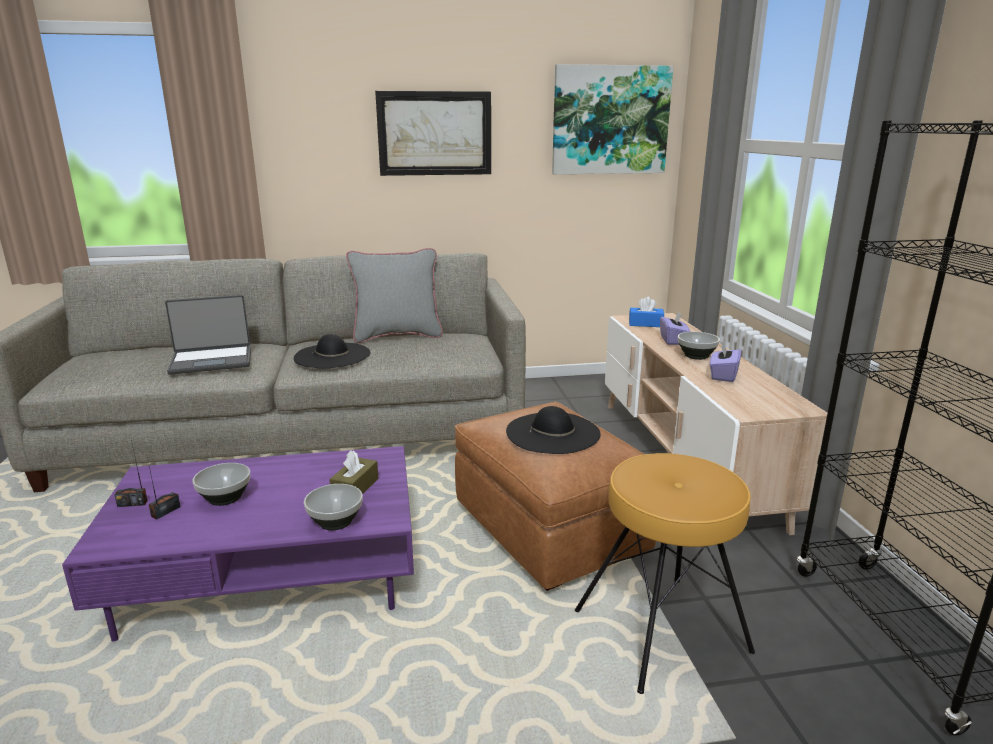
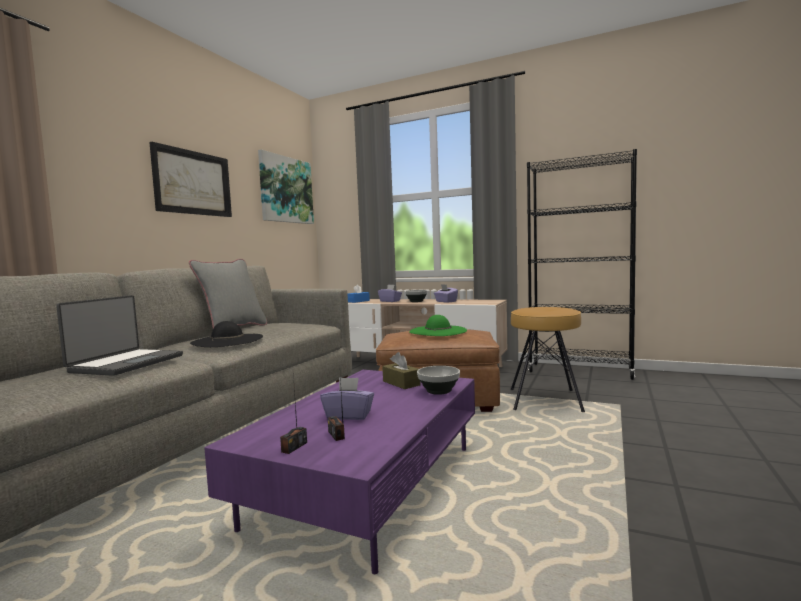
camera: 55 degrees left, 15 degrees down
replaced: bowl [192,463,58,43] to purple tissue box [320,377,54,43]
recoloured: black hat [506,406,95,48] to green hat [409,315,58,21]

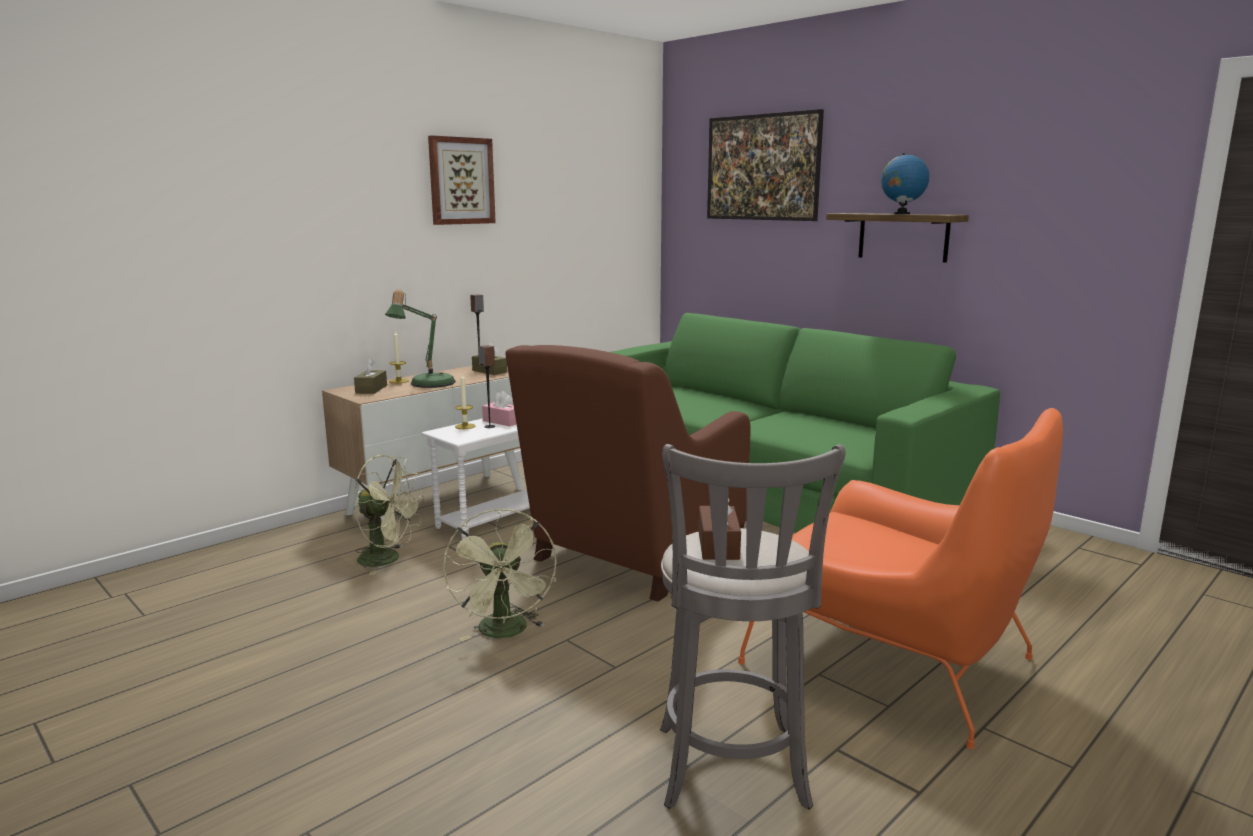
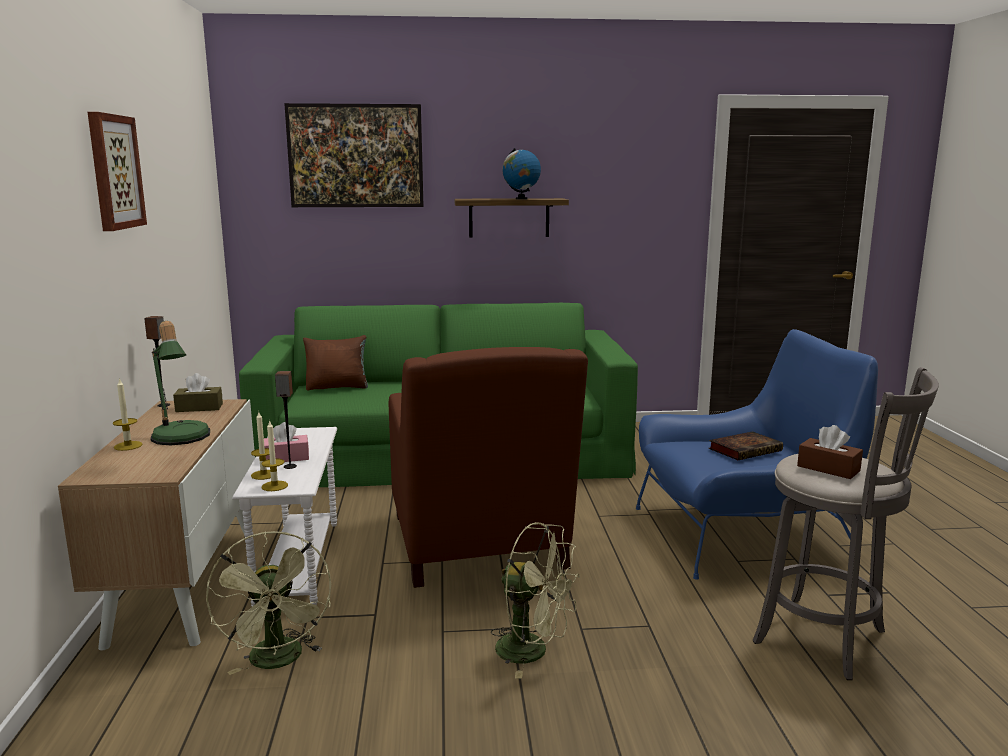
camera: 50 degrees left, 0 degrees up
removed: brown tissue box [354,358,33,36]
added: candle [262,420,26,71]; brown pillow [303,335,65,55]; book [709,431,74,29]
recoloured: orange armchair [738,408,325,341] to blue armchair [636,329,242,251]
turned: green fan [354,455,71,120] = [206,531,125,144] 105 degrees clockwise

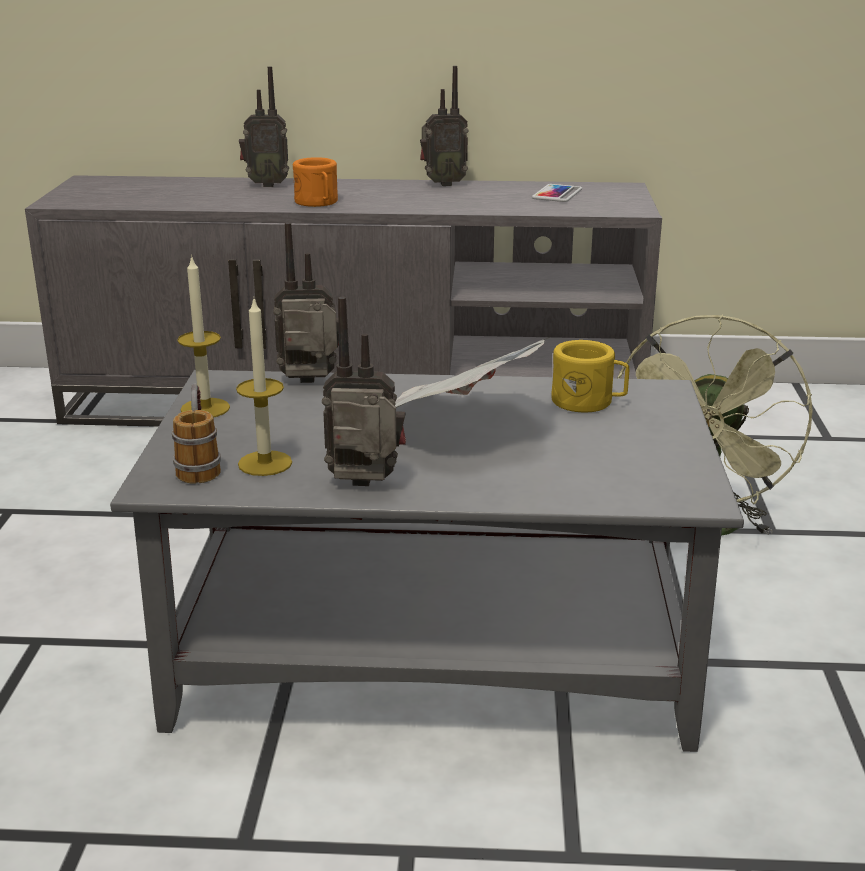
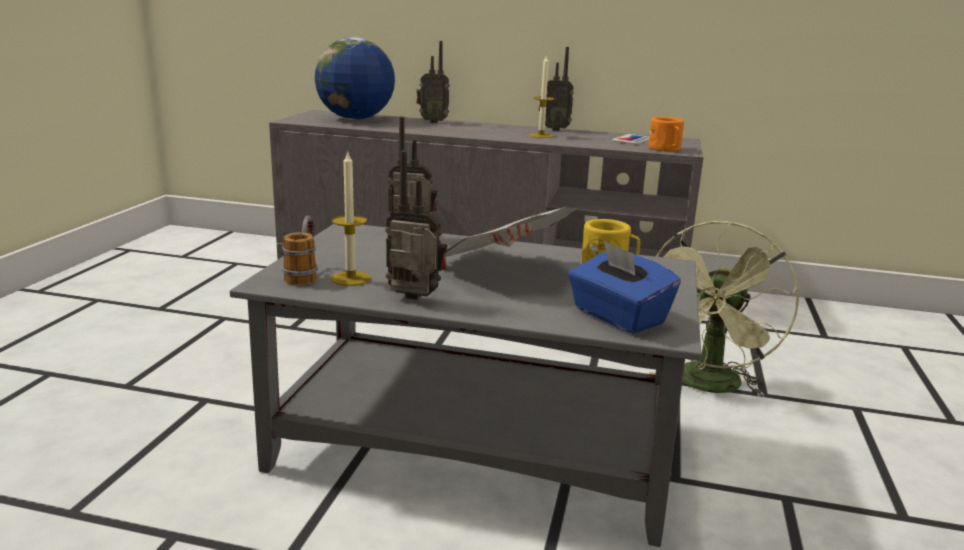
camera: 10 degrees right, 5 degrees down
added: globe [315,37,80,83]; blue tissue box [568,241,113,93]
moved: candle [177,255,53,163] to [529,54,25,84]; orange mug [293,157,45,50] to [648,117,36,34]

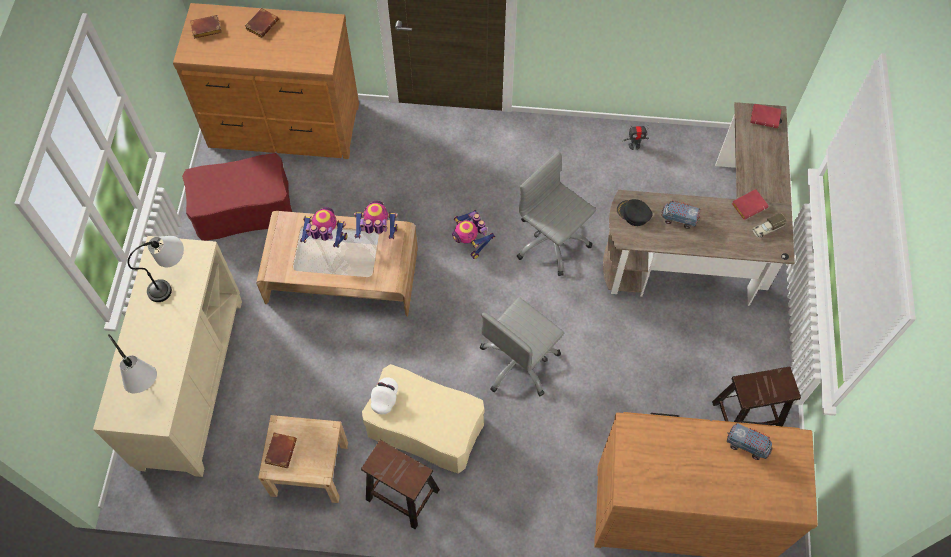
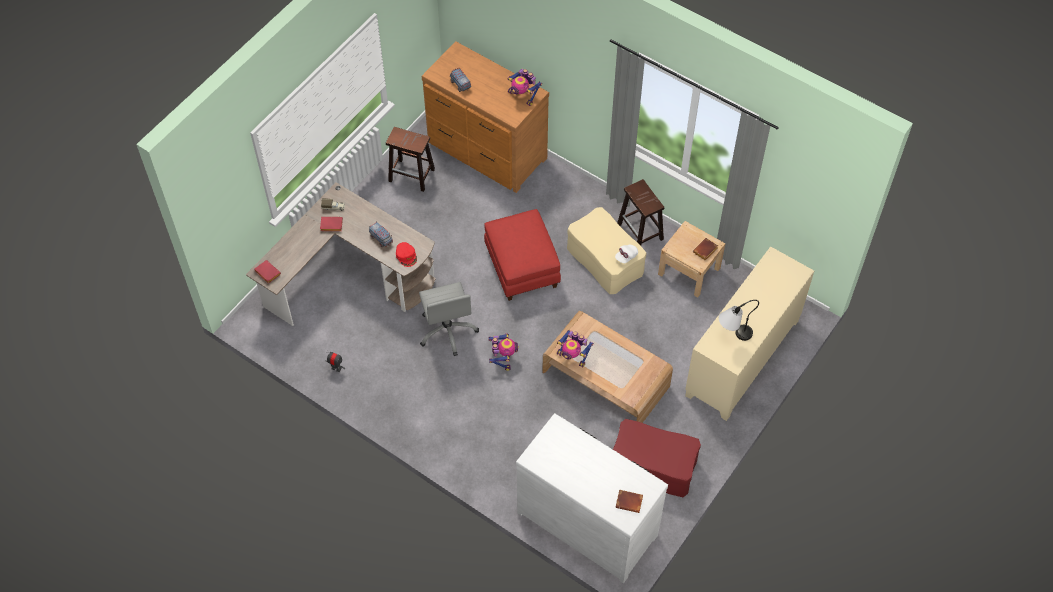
camera: 150 degrees left, 5 degrees down
removed: table lamp [108,334,49,59]; brown book [245,8,34,30]
moved: toy robot [300,207,48,41] to [508,69,34,37]
replaced: grey office chair [480,297,84,99] to red ottoman [484,209,77,92]
recoloured: brown dresser [173,3,186,156] to white dresser [516,413,152,170]; black cap [617,199,36,27] to red cap [396,242,21,25]

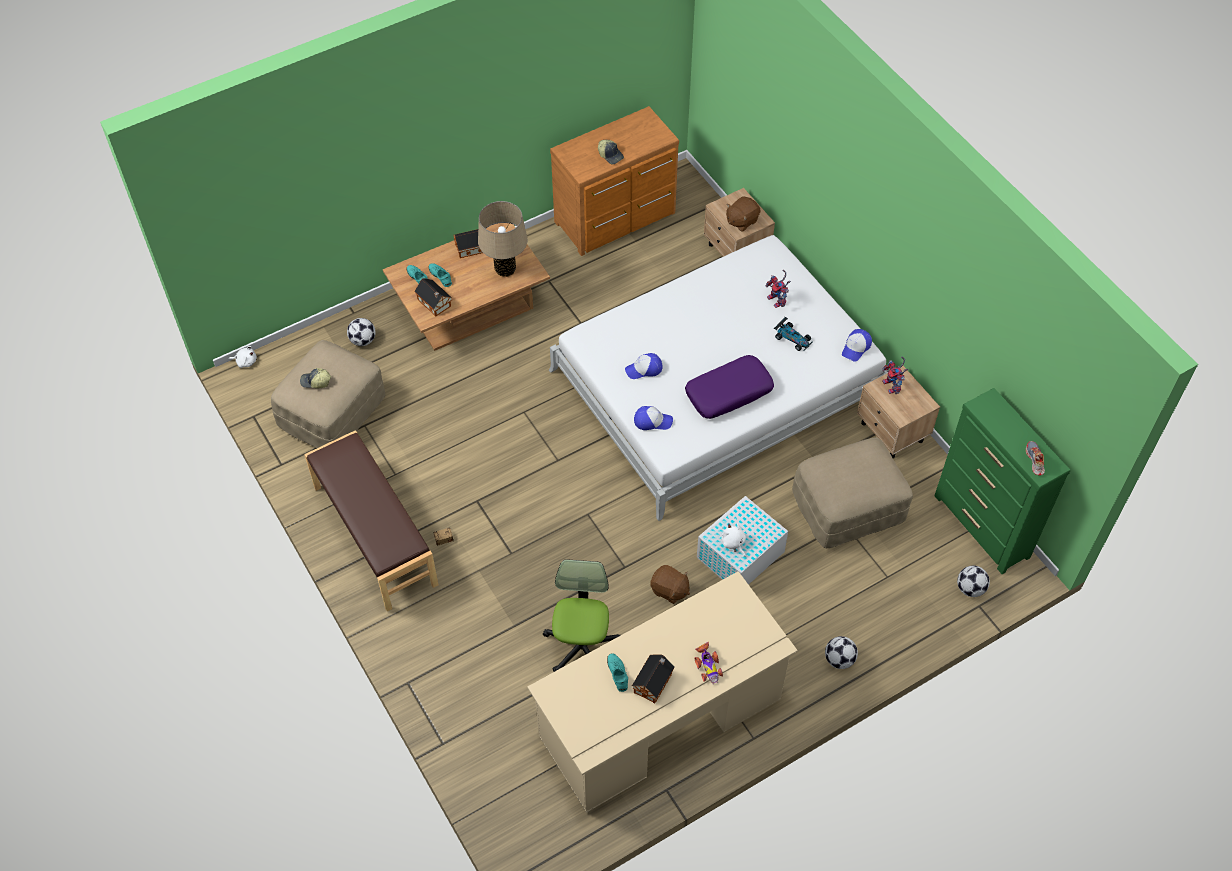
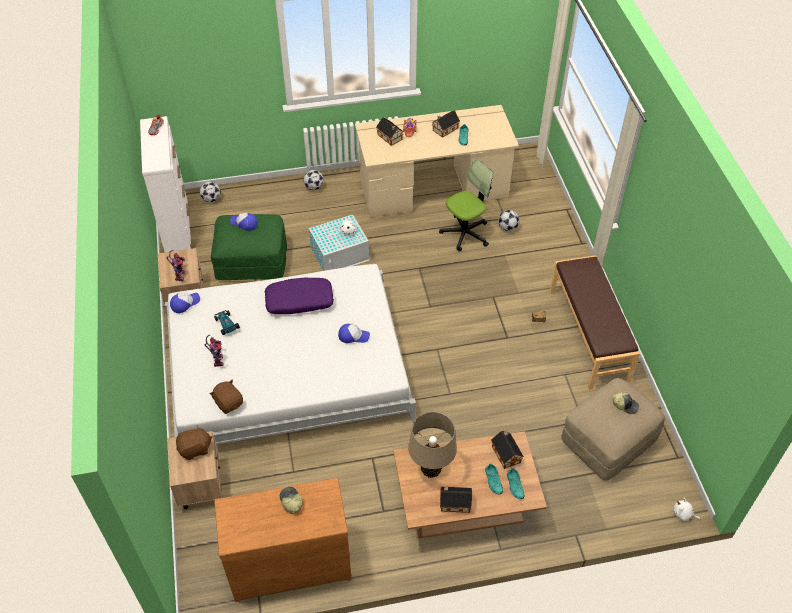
camera: 160 degrees left, 5 degrees down
added: toy house [376,117,28,29]
moved: football [347,318,29,28] to [498,210,21,21]; cap [634,406,39,24] to [230,213,28,18]; brown plush toy [650,565,40,39] to [210,379,33,35]
recoloured: beige ottoman [792,437,121,111] to green ottoman [211,214,76,66]; green dresser [934,388,136,187] to white dresser [140,116,51,136]
turned: office chair [543,559,78,113] = [439,159,54,93] 150 degrees counterclockwise

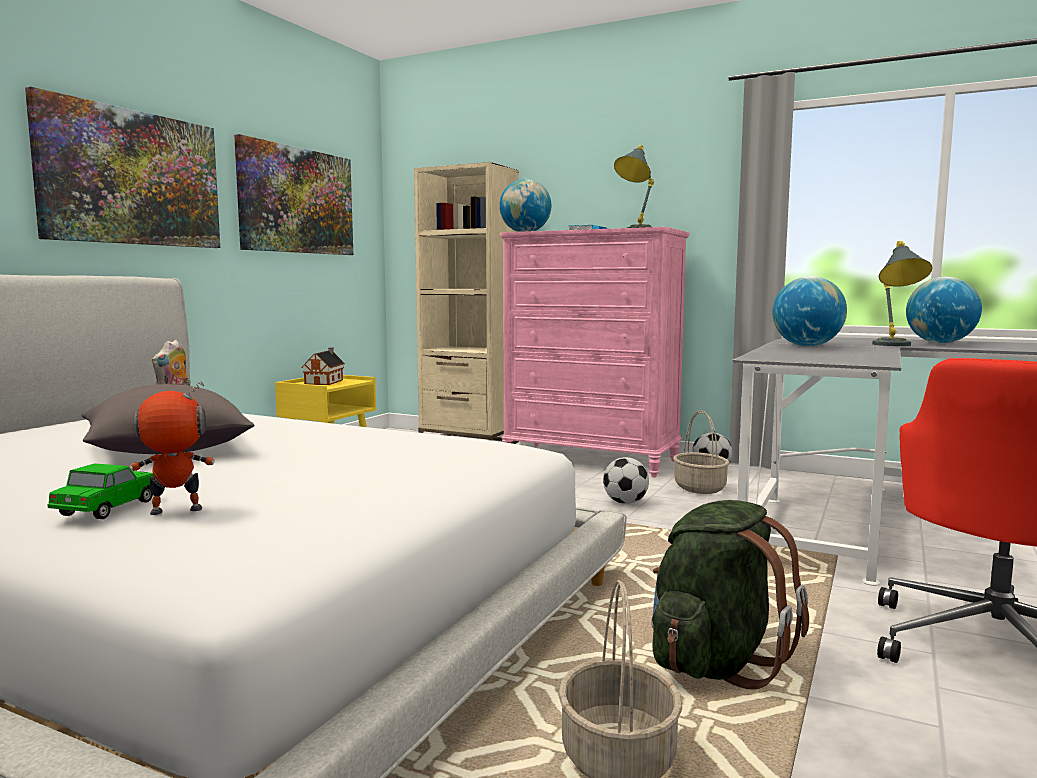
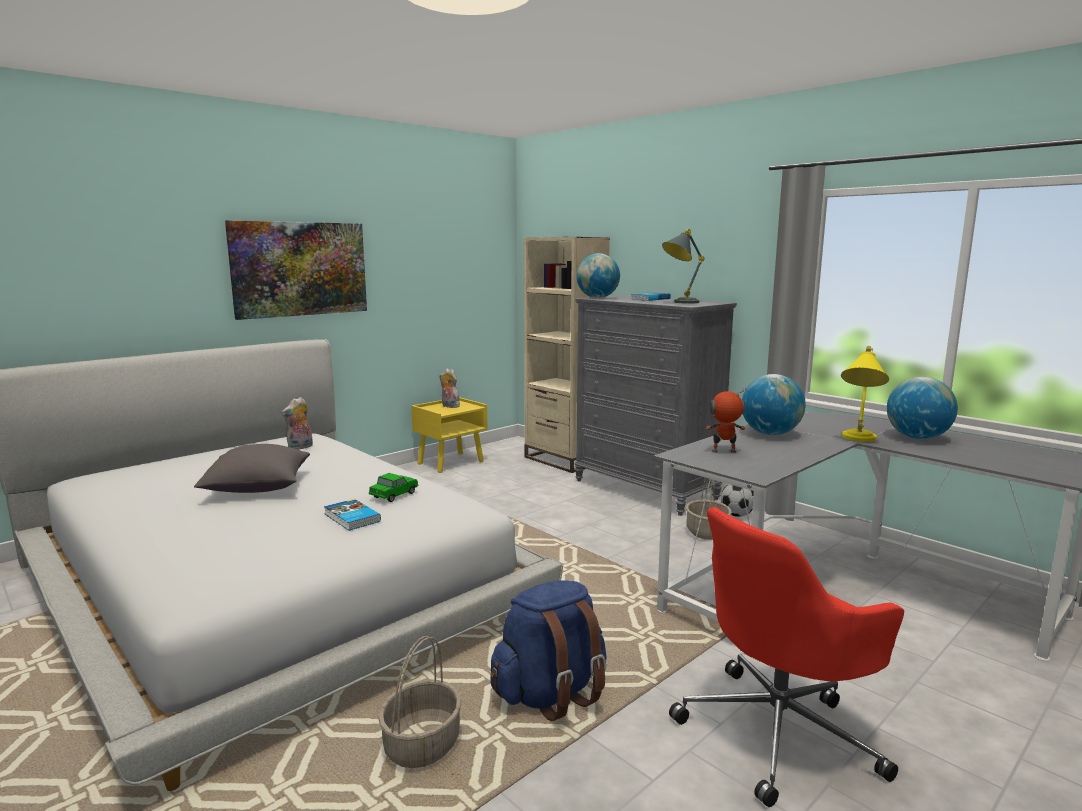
camera: 20 degrees right, 5 degrees up
removed: picture [234,134,119,121]; football [603,457,46,47]
added: book [324,499,57,32]
moved: toy car [48,463,107,56] to [369,473,49,29]; toy robot [129,381,86,134] to [706,388,40,65]
replaced: toy house [301,348,44,37] to plush toy [439,369,21,39]
recoloured: pink dresser [500,227,190,251] to grey dresser [574,295,163,221]; green backpack [651,500,158,190] to blue backpack [490,580,117,141]; grey table lamp [872,241,60,105] to yellow table lamp [841,346,48,96]

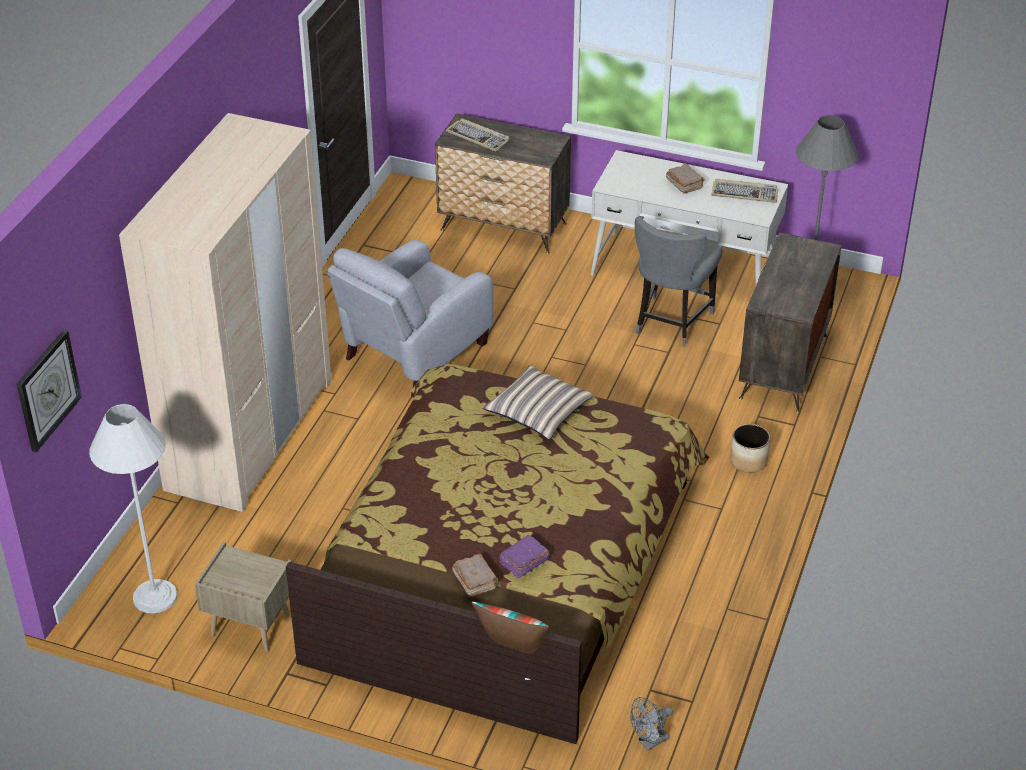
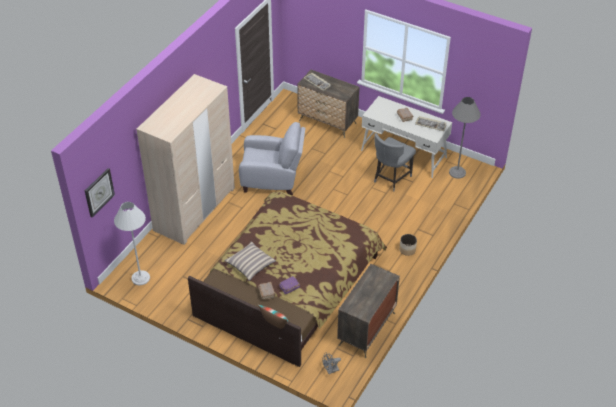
camera: 10 degrees right, 5 degrees up
removed: beige nightstand [195,542,96,110]
moved: pillow [482,365,112,75] to [224,241,52,40]; dresser [739,232,103,181] to [337,264,63,94]
turned: grey armchair [327,240,166,158] = [239,122,67,73] 135 degrees counterclockwise

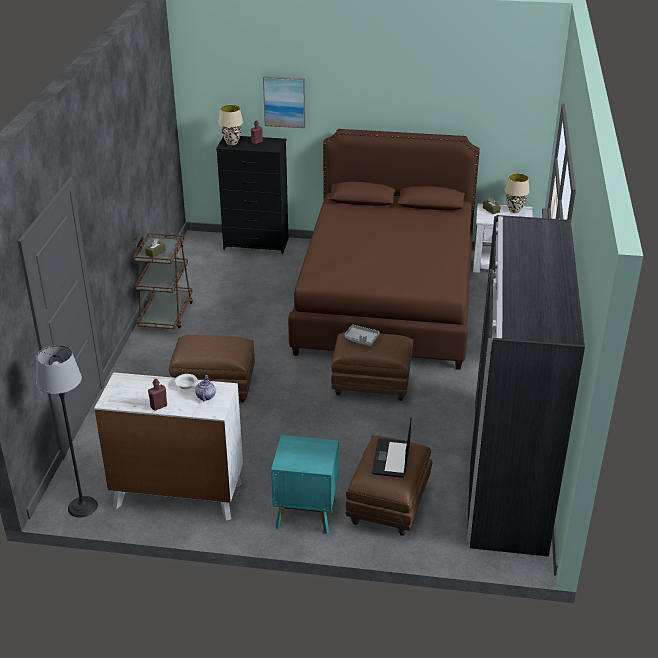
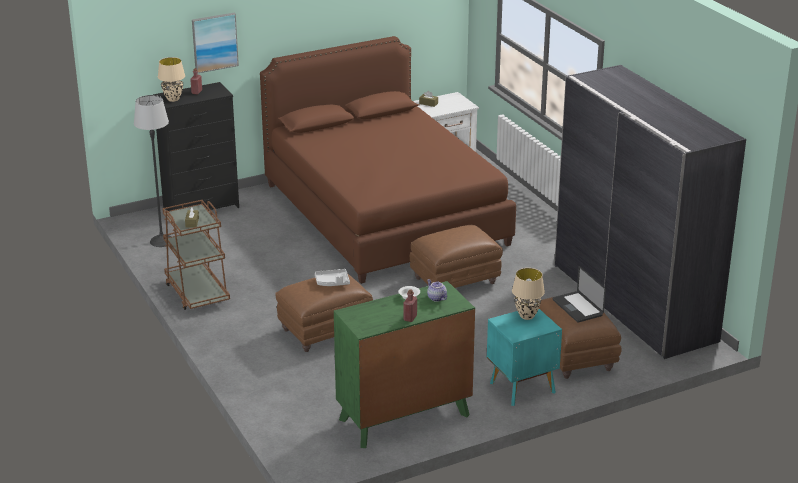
camera: 35 degrees left, 5 degrees down
moved: floor lamp [36,345,62,173] to [134,95,37,152]; grey tray [345,324,35,22] to [315,269,35,17]; beige table lamp [505,173,25,40] to [512,268,33,52]
recoloured: white dresser [94,372,149,148] to green dresser [334,281,141,167]

